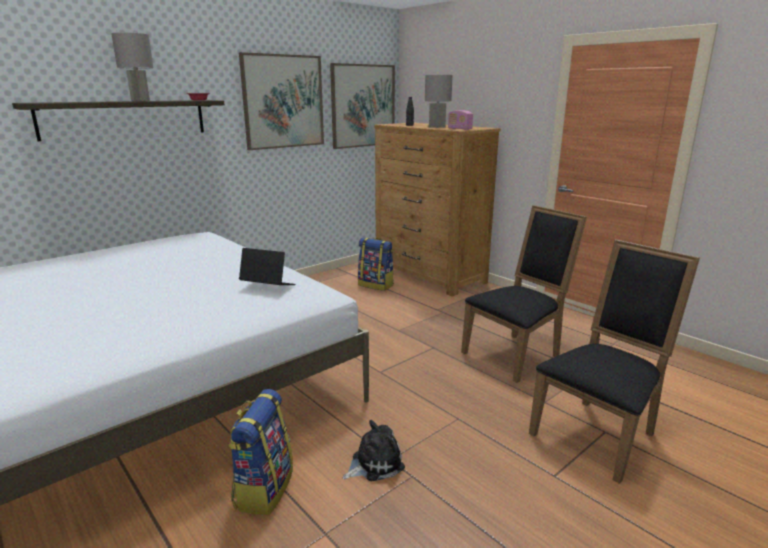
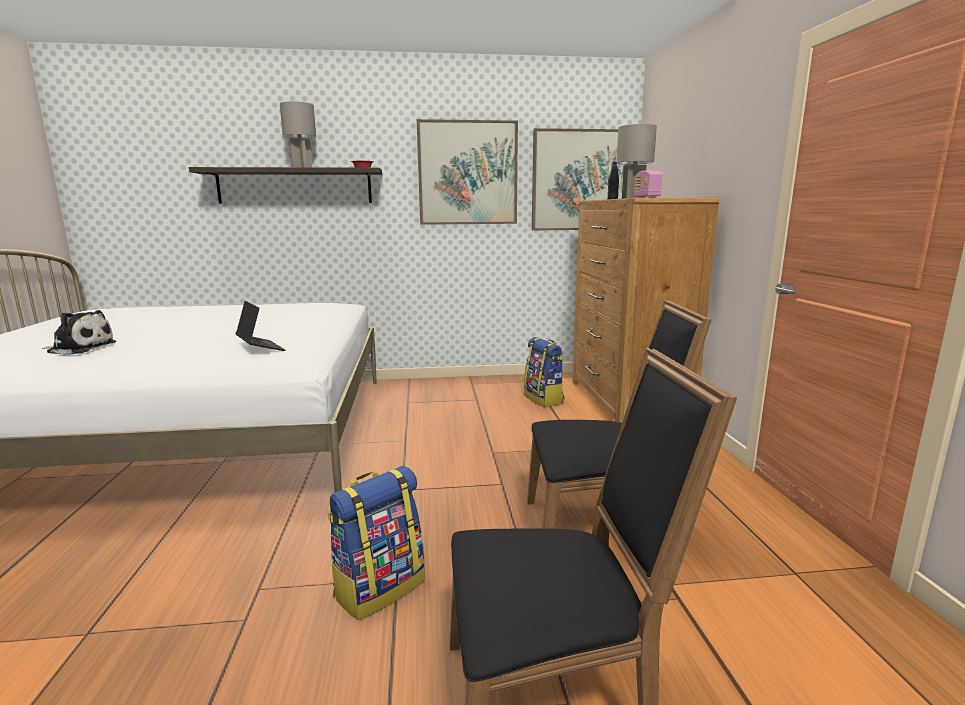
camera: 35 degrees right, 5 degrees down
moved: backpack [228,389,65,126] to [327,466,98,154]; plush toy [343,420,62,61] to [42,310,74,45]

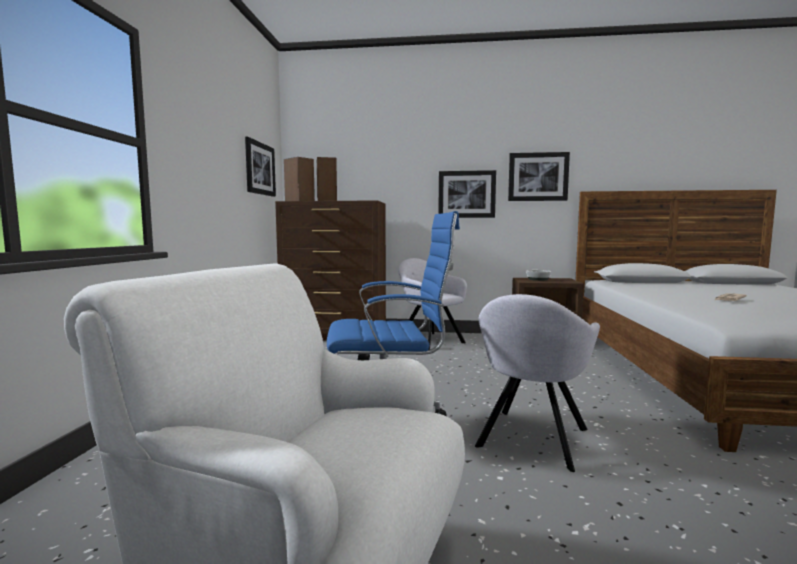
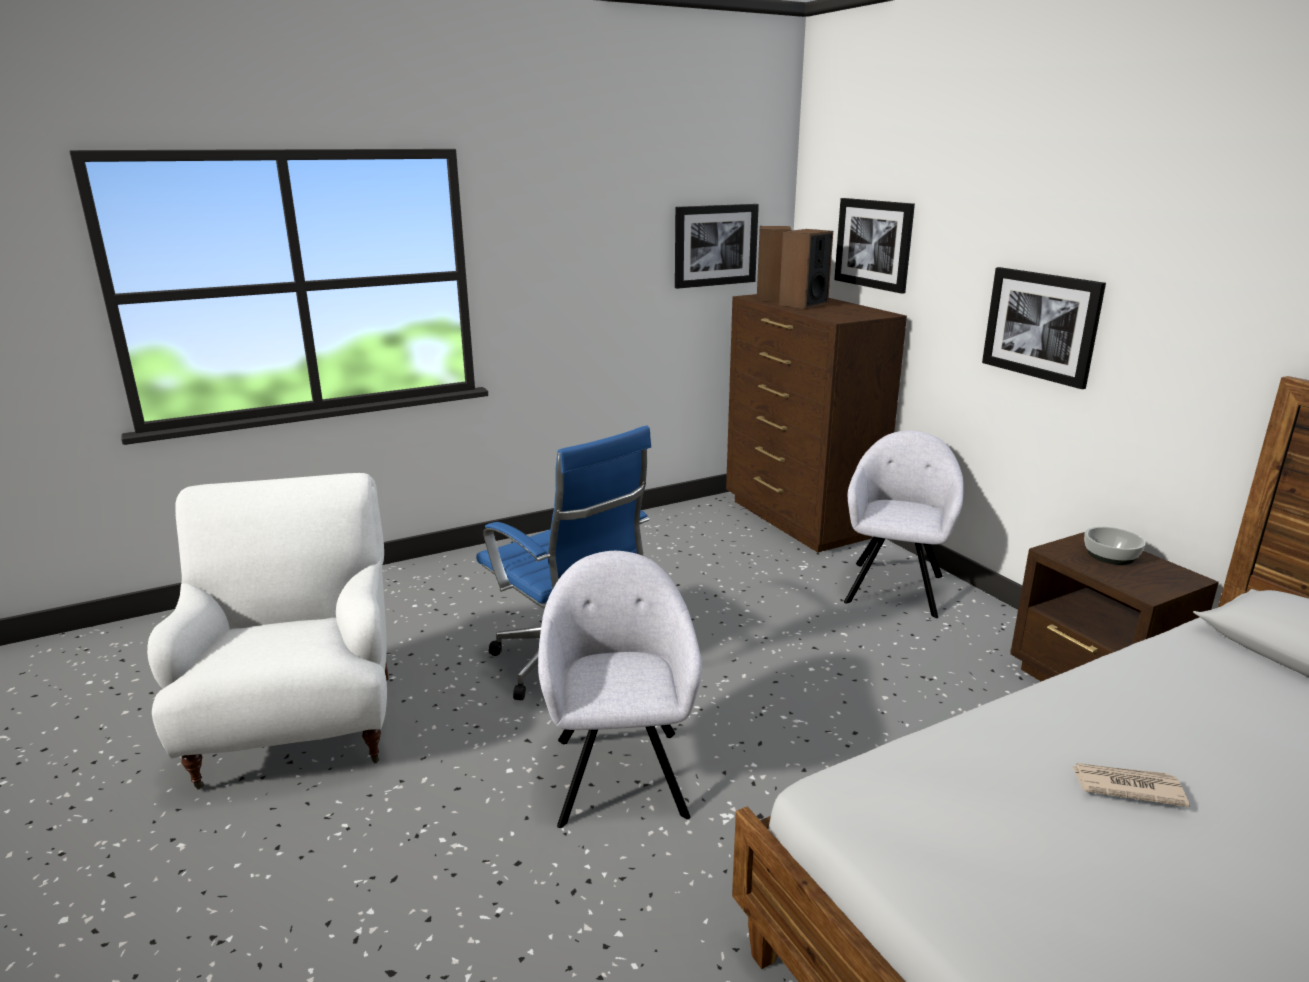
camera: 55 degrees right, 15 degrees up
moved: picture [508,152,62,49] to [834,198,81,96]
turned: grey armchair [475,294,125,178] = [538,551,164,277] 90 degrees clockwise

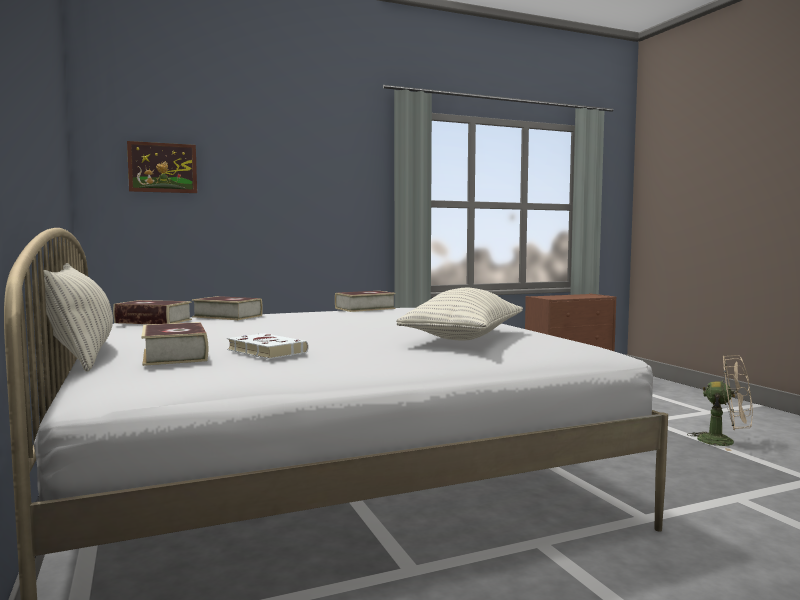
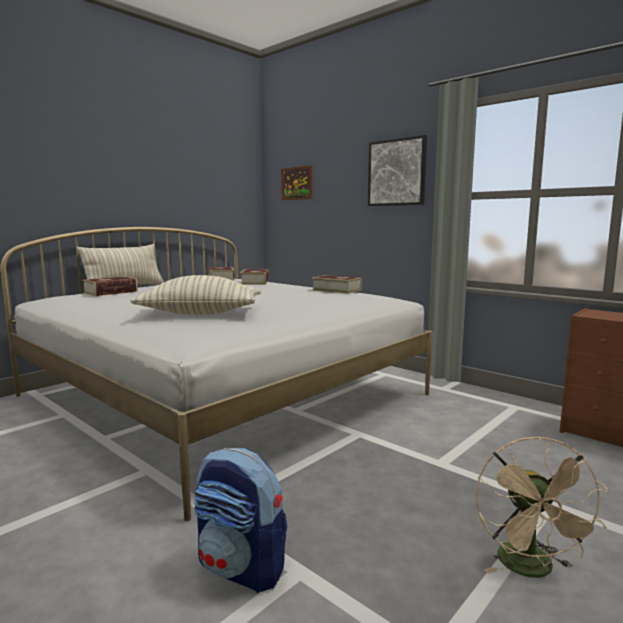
camera: 65 degrees right, 5 degrees up
removed: white book [227,333,82,26]
added: backpack [194,448,93,145]; picture [368,135,59,71]

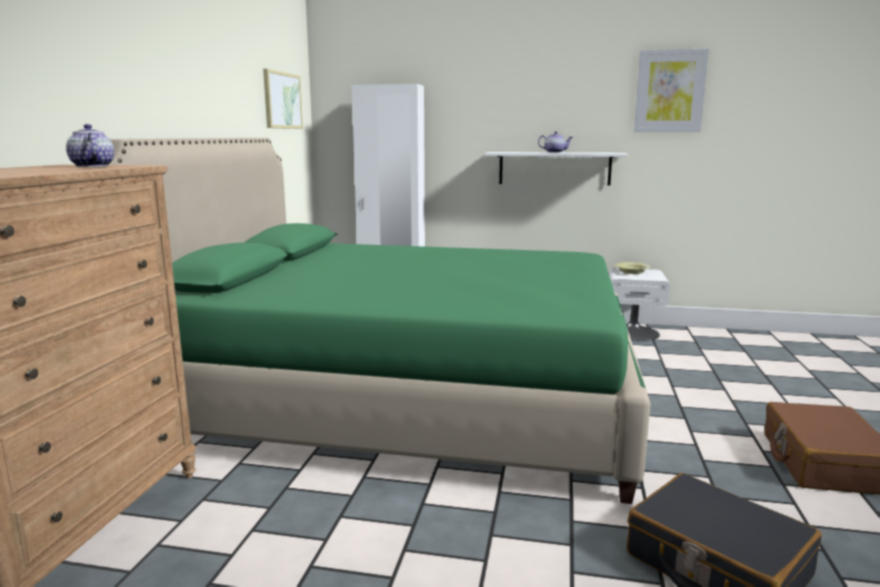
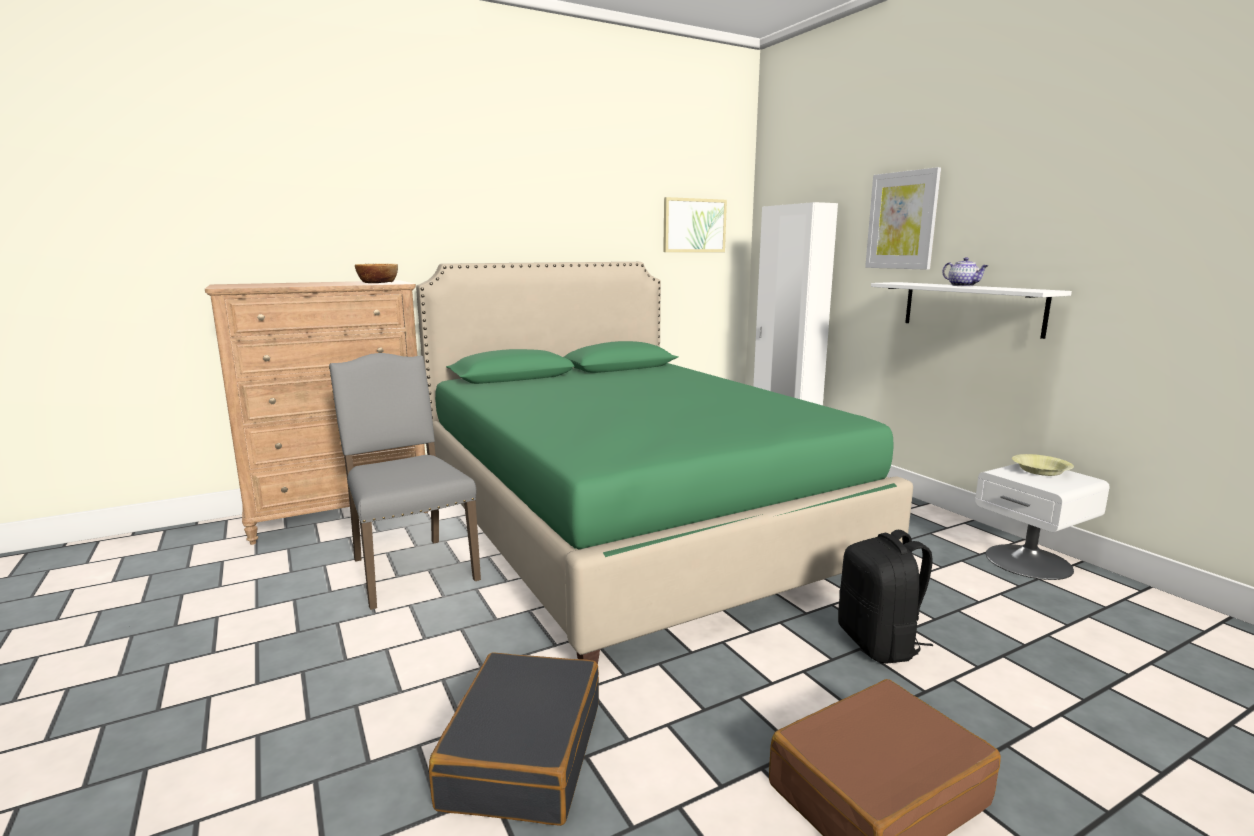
camera: 50 degrees right, 0 degrees up
added: grey chair [329,353,152,257]; black backpack [838,530,95,133]
moved: picture [634,49,75,83] to [865,167,76,103]
replaced: teapot [66,124,48,43] to bowl [355,264,43,19]

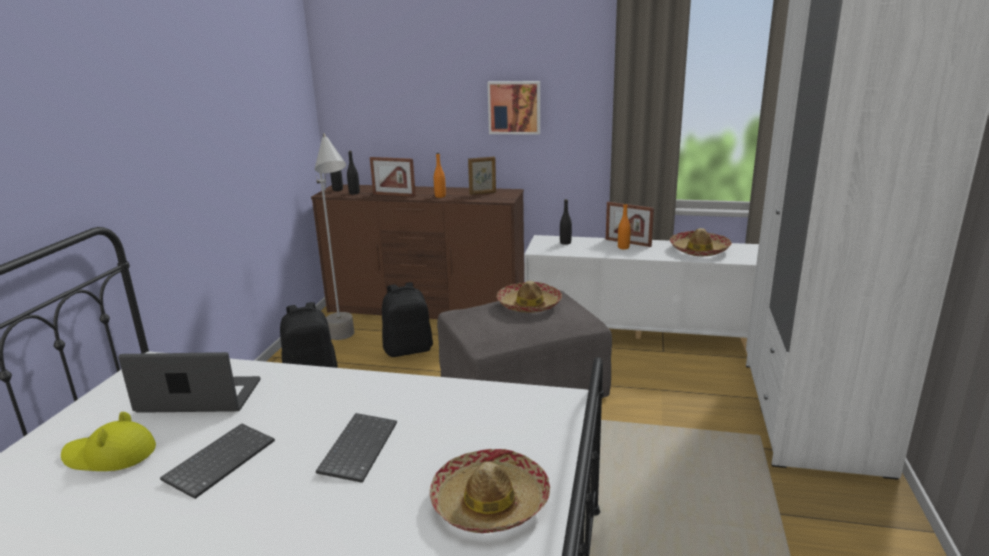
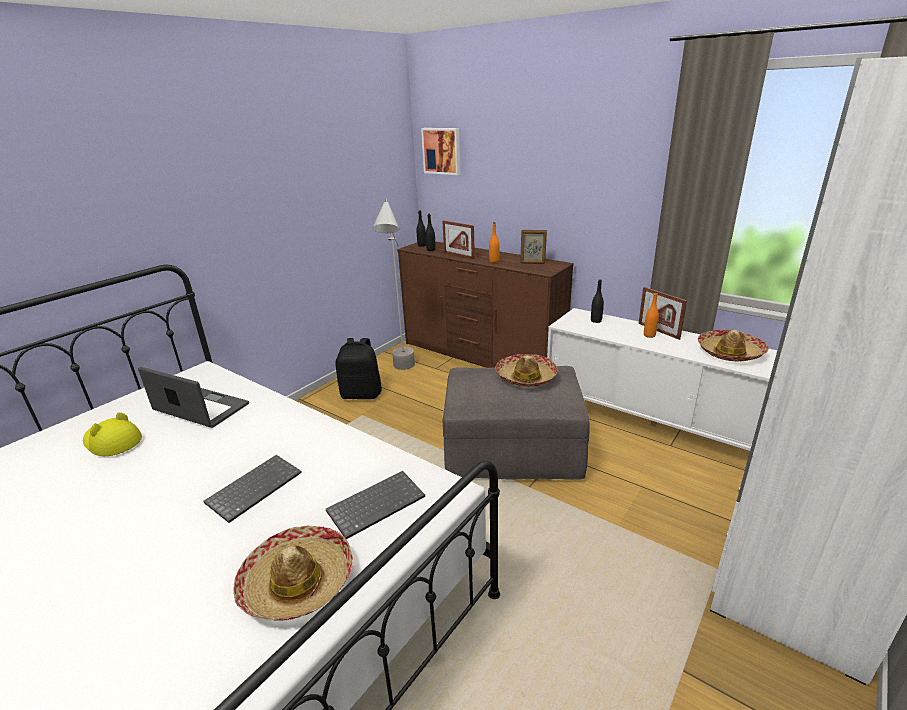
camera: 25 degrees right, 5 degrees up
removed: black backpack [382,282,51,75]
moved: keyboard [160,423,115,76] to [326,471,99,68]; picture [487,81,53,54] to [421,128,40,47]

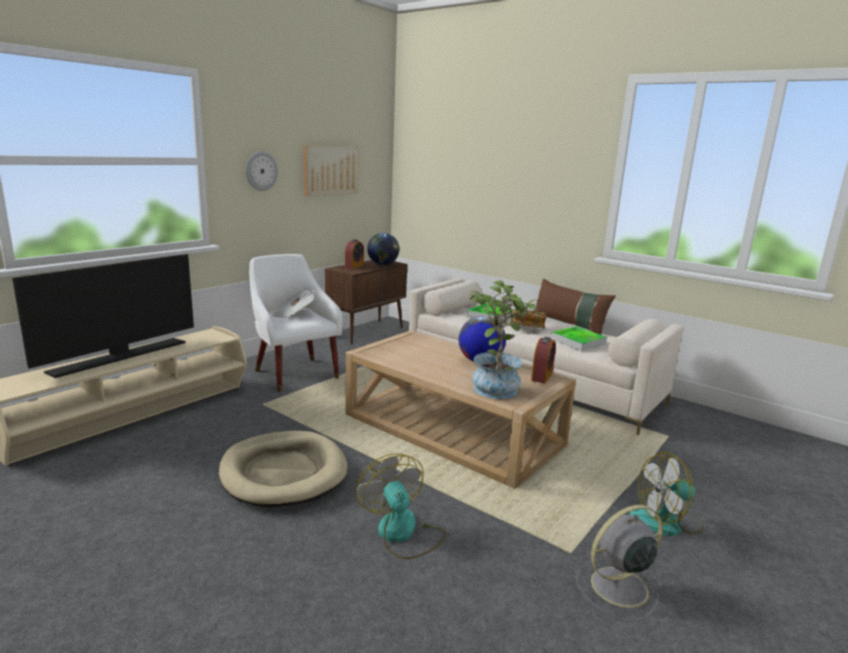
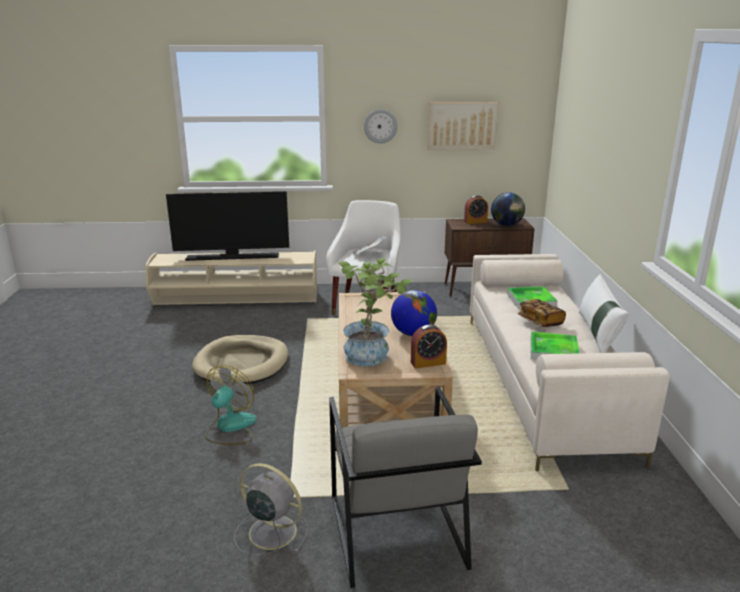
camera: 50 degrees right, 5 degrees up
replaced: fan [629,452,75,84] to grey armchair [329,386,153,202]
recoloured: brown pillow [534,279,82,56] to white pillow [579,274,50,79]

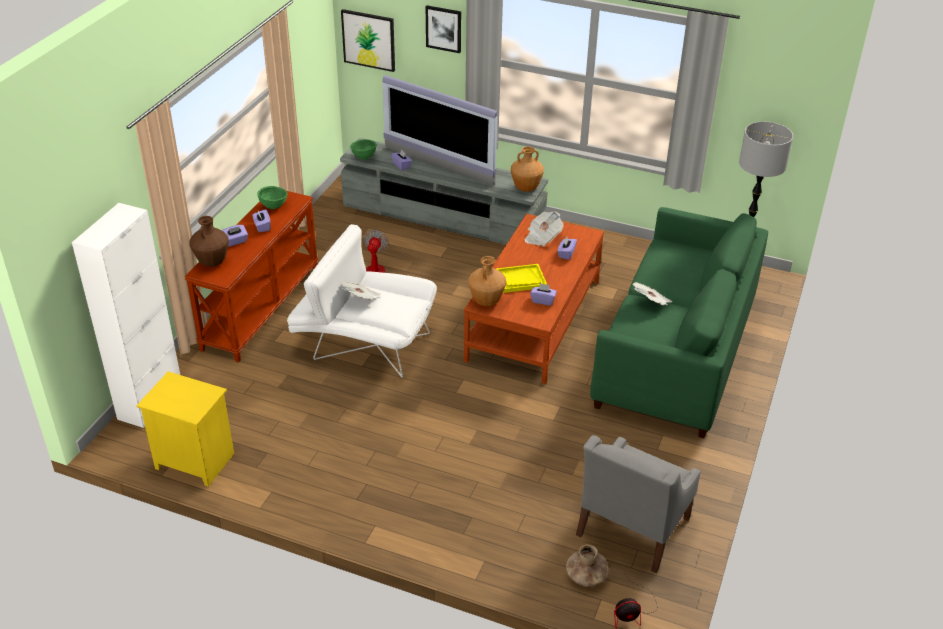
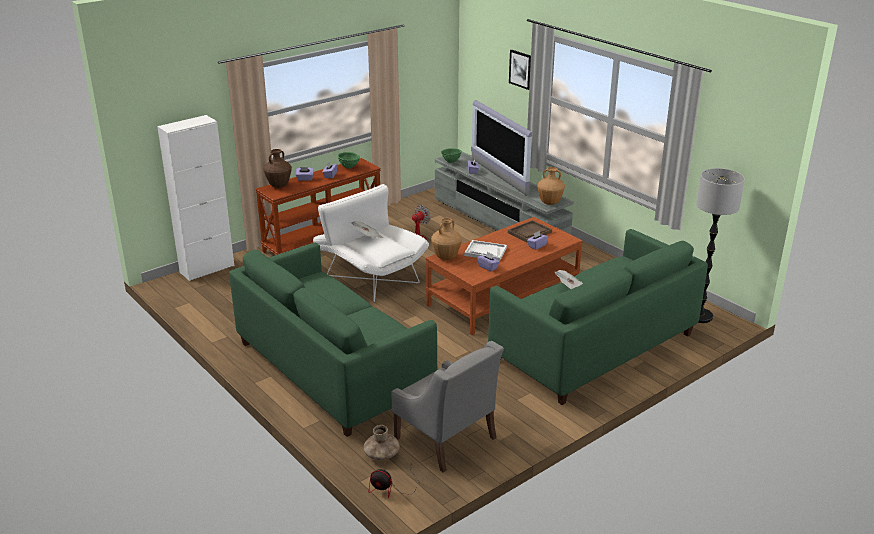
camera: 30 degrees right, 10 degrees down
removed: yellow nightstand [136,371,98,116]; picture [341,9,54,63]
added: green sofa [229,243,209,194]
replaced: newspaper [525,212,39,35] to brown tray [508,220,44,22]
recoloured: yellow tray [496,264,51,29] to white tray [464,240,43,21]
turned: grey armchair [576,435,125,138] = [391,341,113,132] 105 degrees counterclockwise

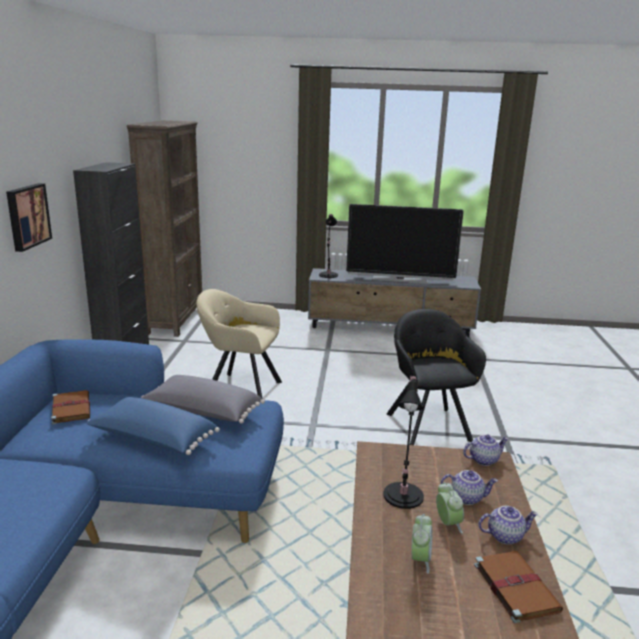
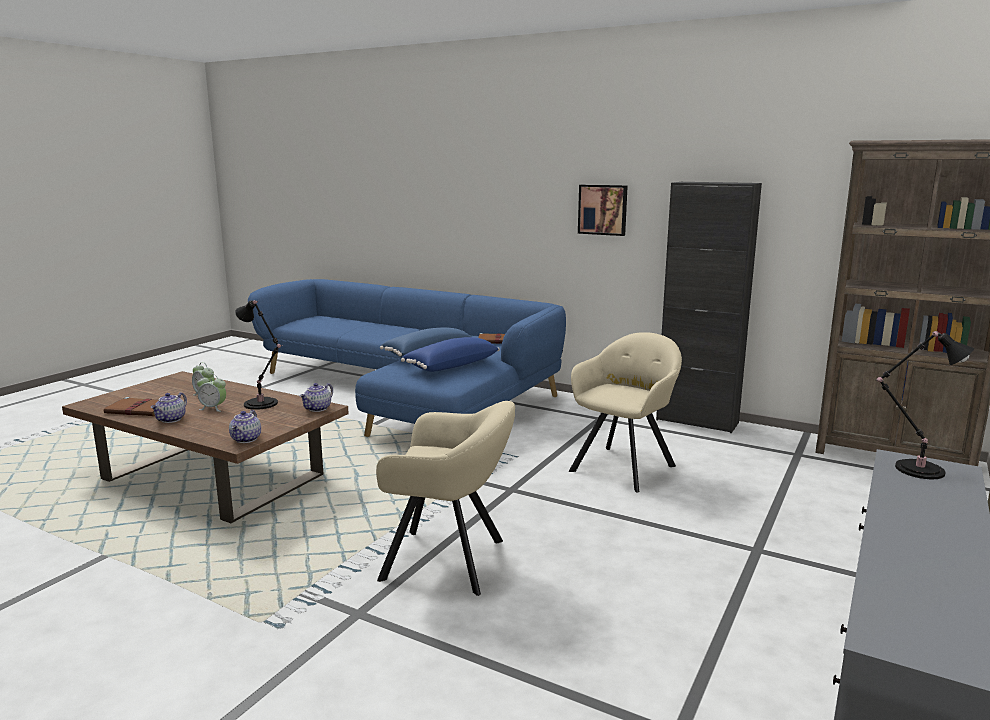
camera: 115 degrees right, 5 degrees down
removed: television [346,204,118,80]
moved: teapot [441,470,57,35] to [300,383,33,29]
recoloured: grey pillow [141,375,124,48] to blue pillow [401,337,99,35]; black armchair [387,309,99,136] to beige armchair [376,401,139,195]

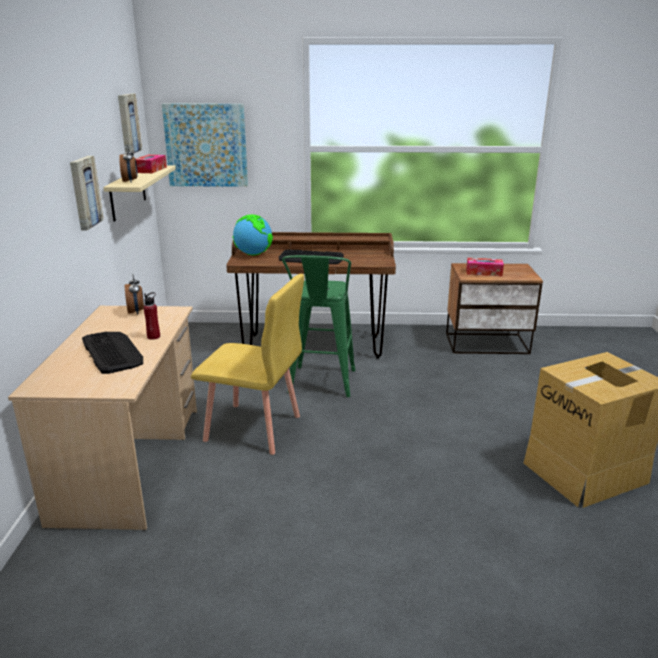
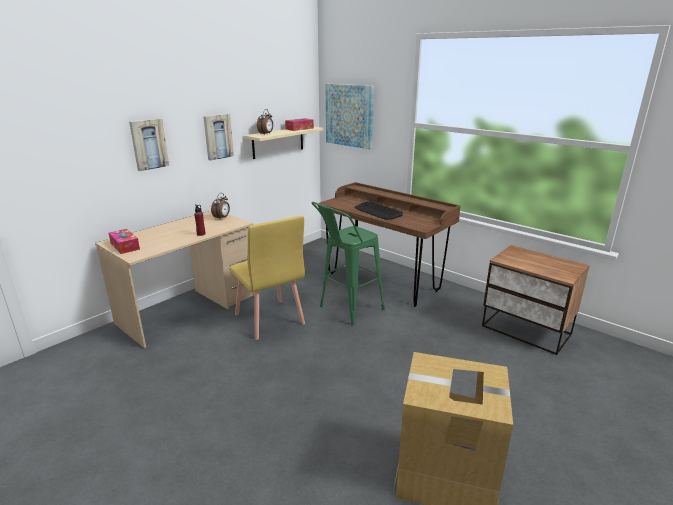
camera: 40 degrees right, 0 degrees up
removed: keyboard [82,332,61,42]; globe [232,214,41,42]
moved: picture [118,94,24,60] to [129,118,40,53]; tissue box [466,258,38,18] to [108,229,32,25]

